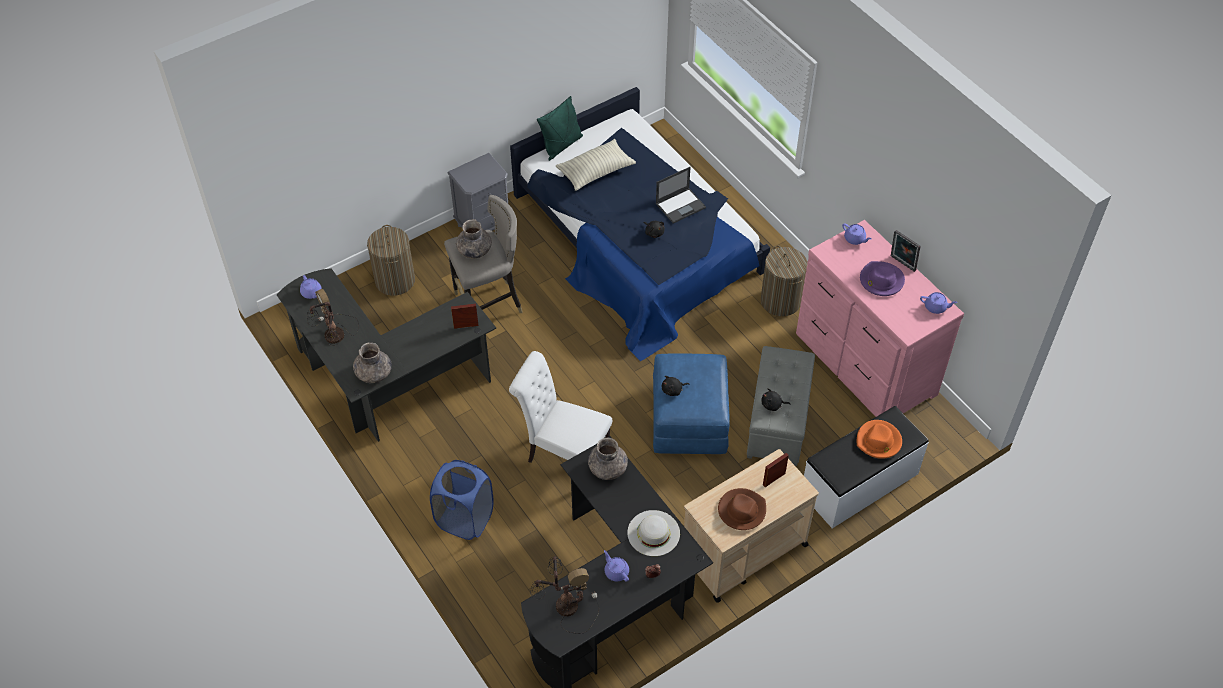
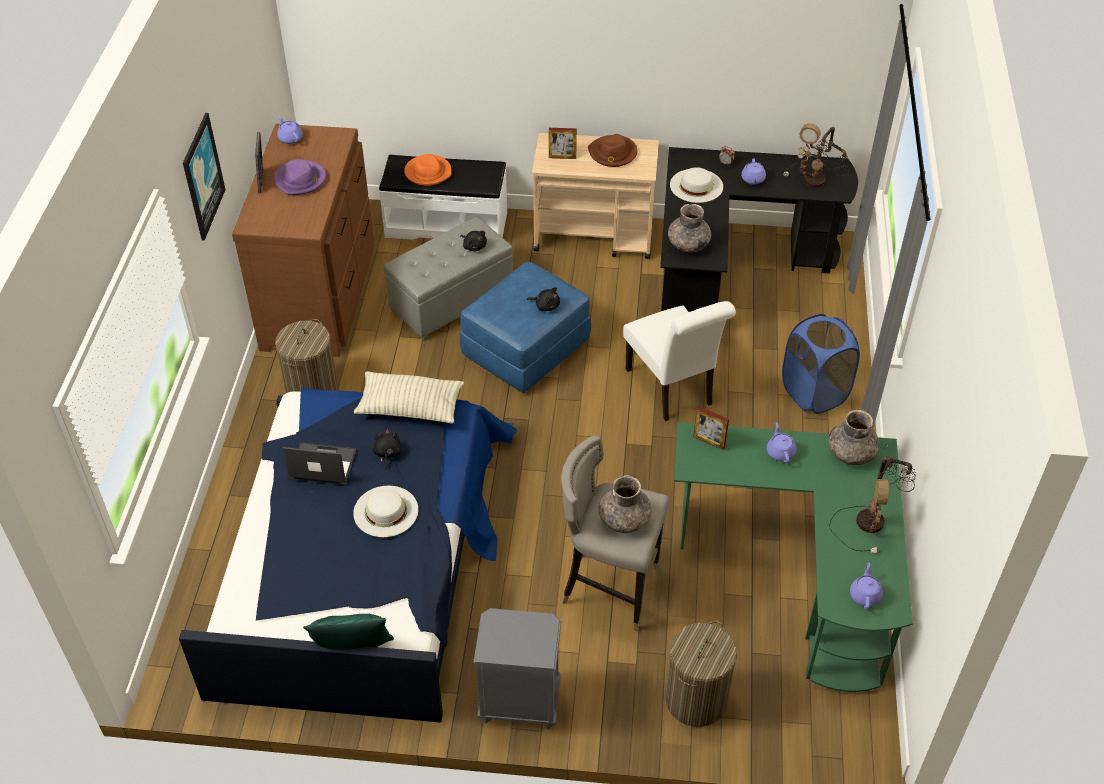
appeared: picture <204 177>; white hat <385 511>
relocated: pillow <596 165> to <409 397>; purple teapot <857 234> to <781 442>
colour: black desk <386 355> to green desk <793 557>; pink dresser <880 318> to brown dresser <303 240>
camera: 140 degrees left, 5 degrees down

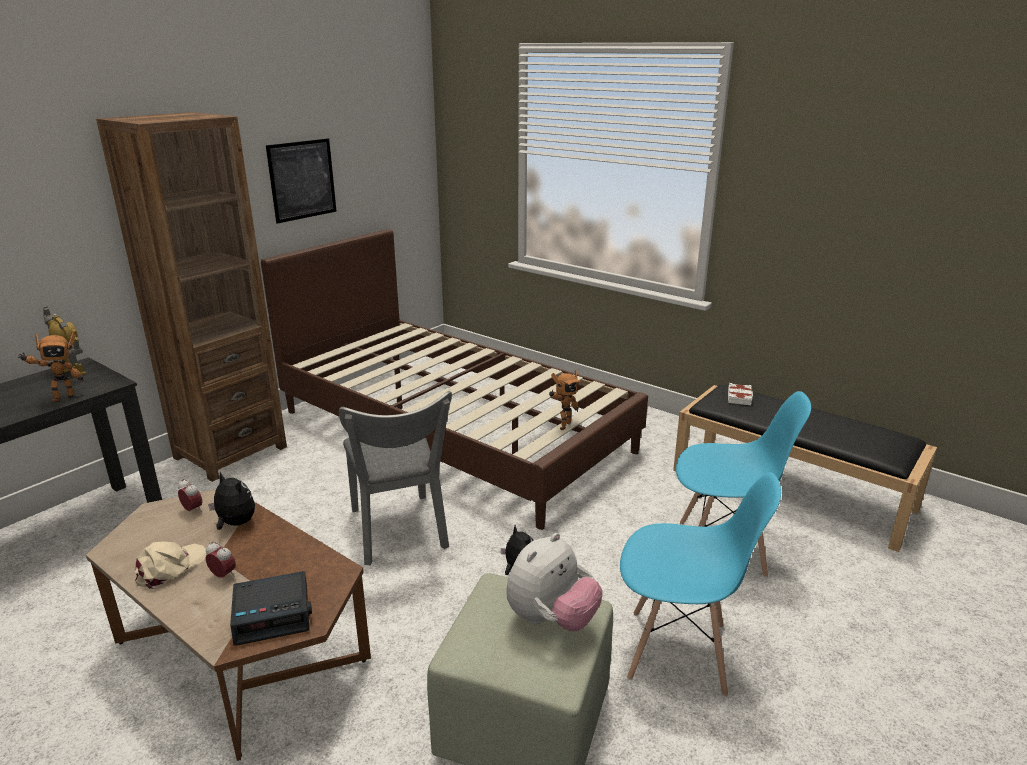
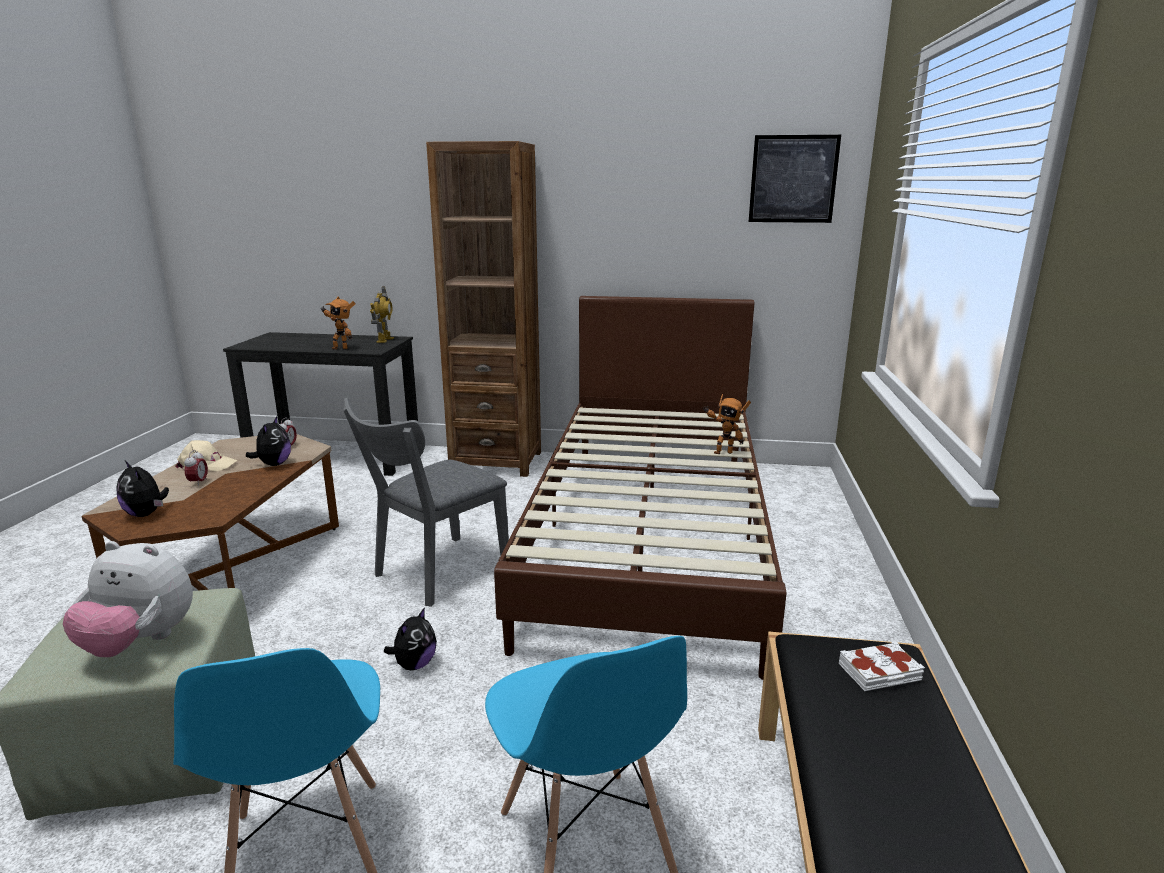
relocated: picture <301 181> to <795 179>; toy robot <565 400> to <727 424>
exchanged: alarm clock <271 608> to plush toy <142 489>
camera: 60 degrees right, 5 degrees down

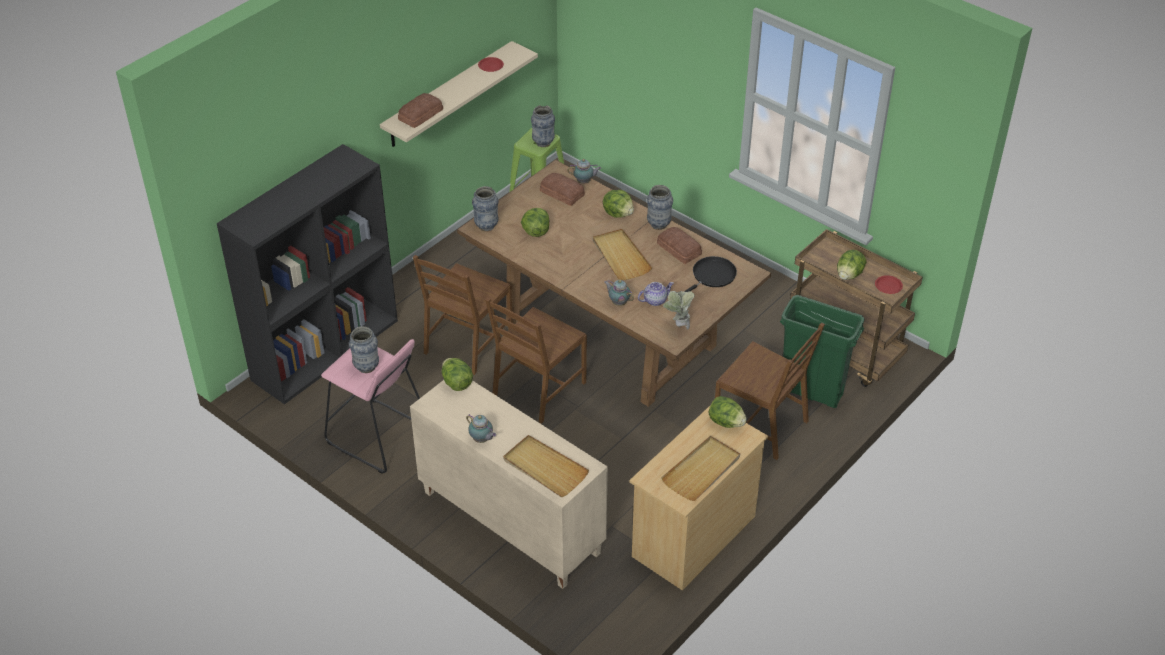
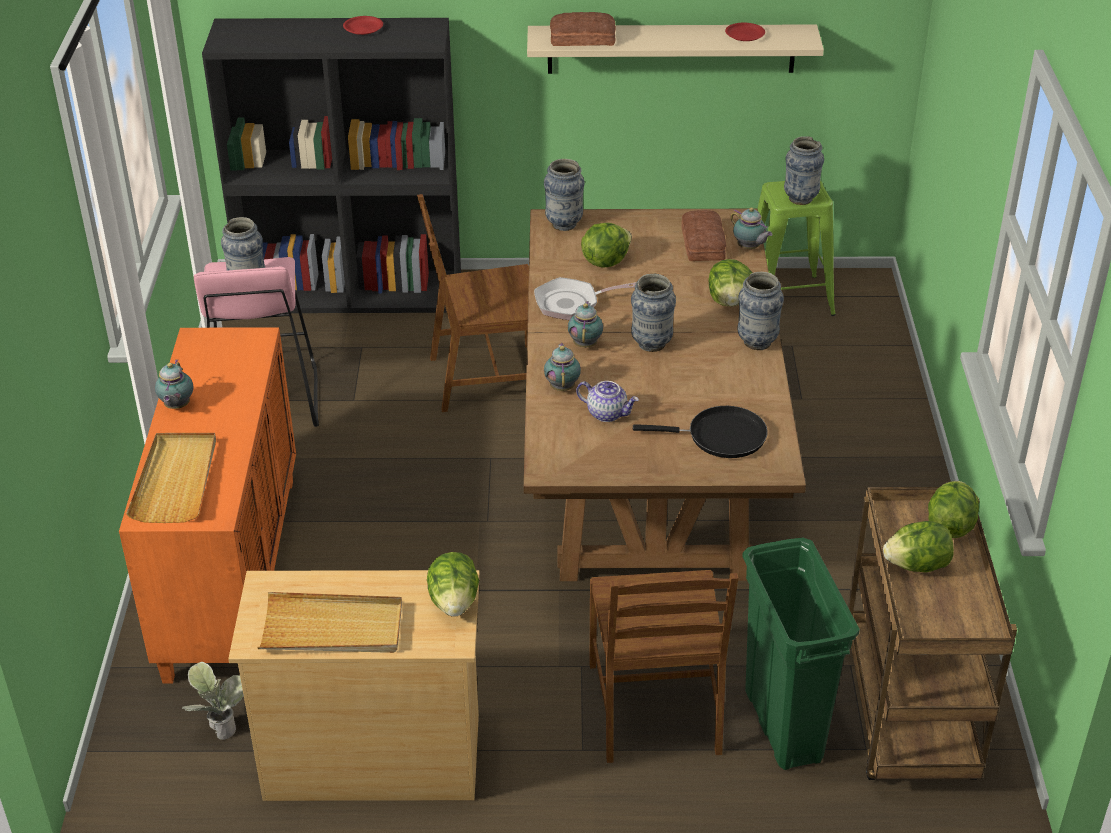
missing: brown chair <536 361>; bread <679 245>
appeared: frying pan <585 298>; teapot <585 324>
relocated: lettuce <457 374> to <953 509>; potted plant <679 310> to <213 701>; red plate <889 284> to <363 25>
exchanged: beige tray <622 254> to vase <653 313>
colour: beige cabinet <509 484> to orange cabinet <207 505>
camera: 50 degrees right, 5 degrees down

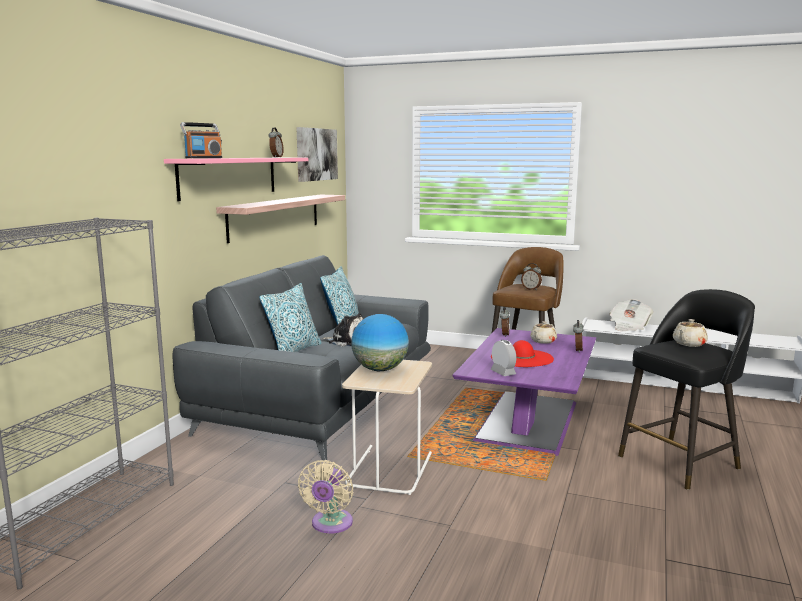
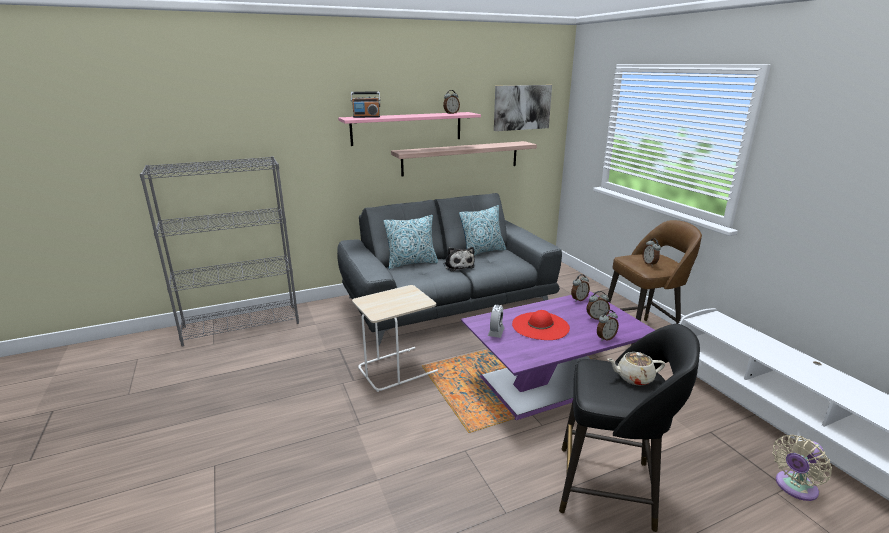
missing: globe <380 342>; newspaper <631 315>
relocated: beige fan <325 497> to <802 468>
exchanged: beige teapot <543 332> to alarm clock <598 305>
camera: 45 degrees right, 10 degrees up

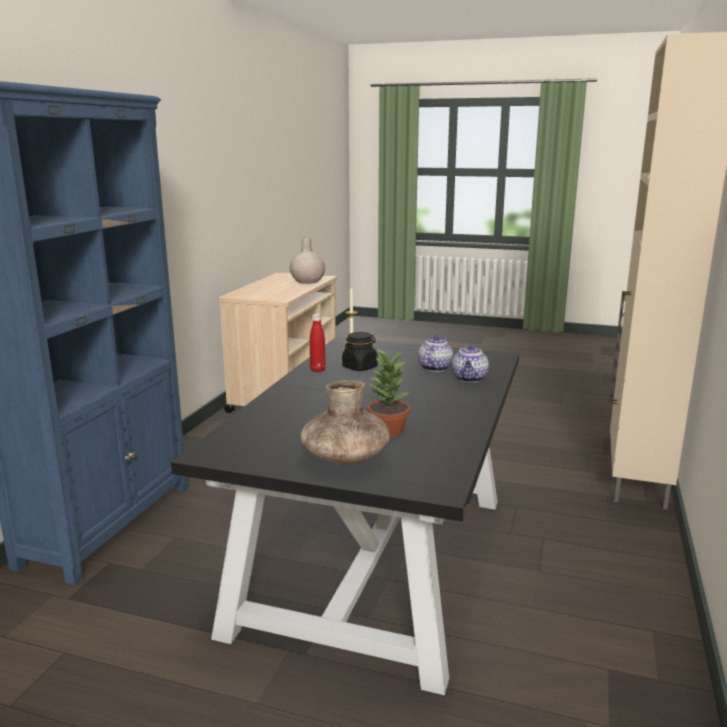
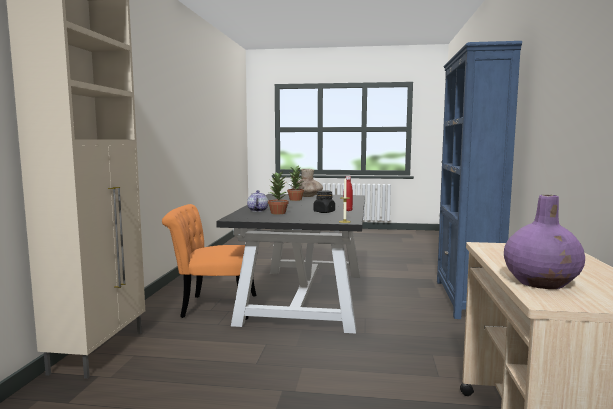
appeared: orange chair <209 262>
exchanged: teapot <435 353> to potted plant <278 192>
colour: beige vase <307 260> to purple vase <544 242>
camera: 170 degrees right, 10 degrees down

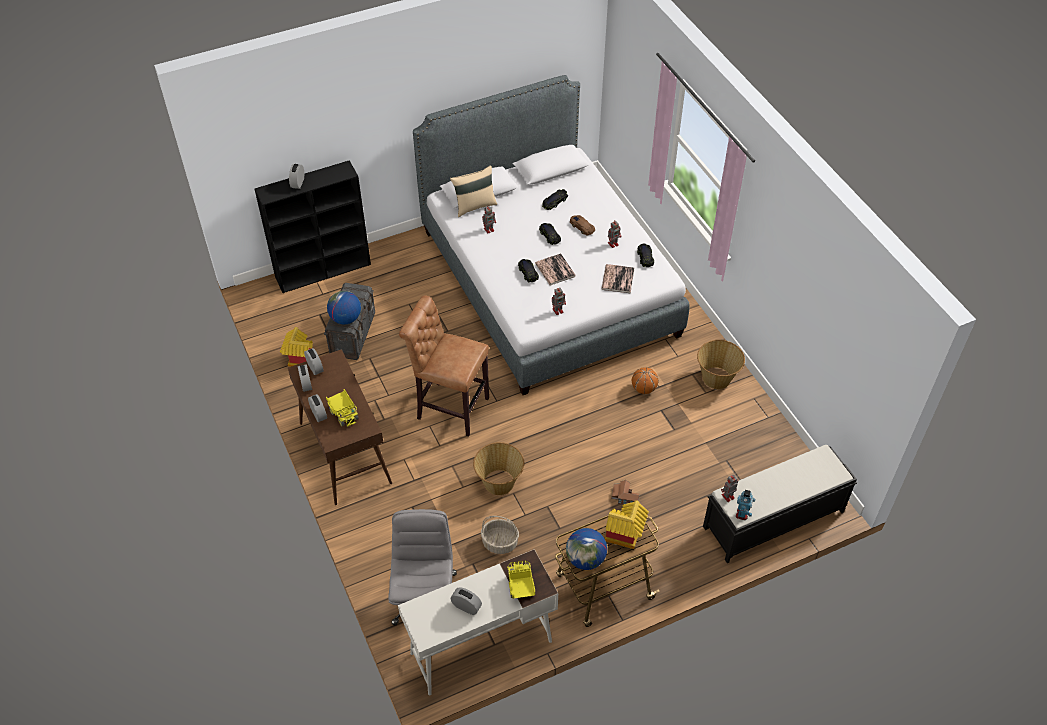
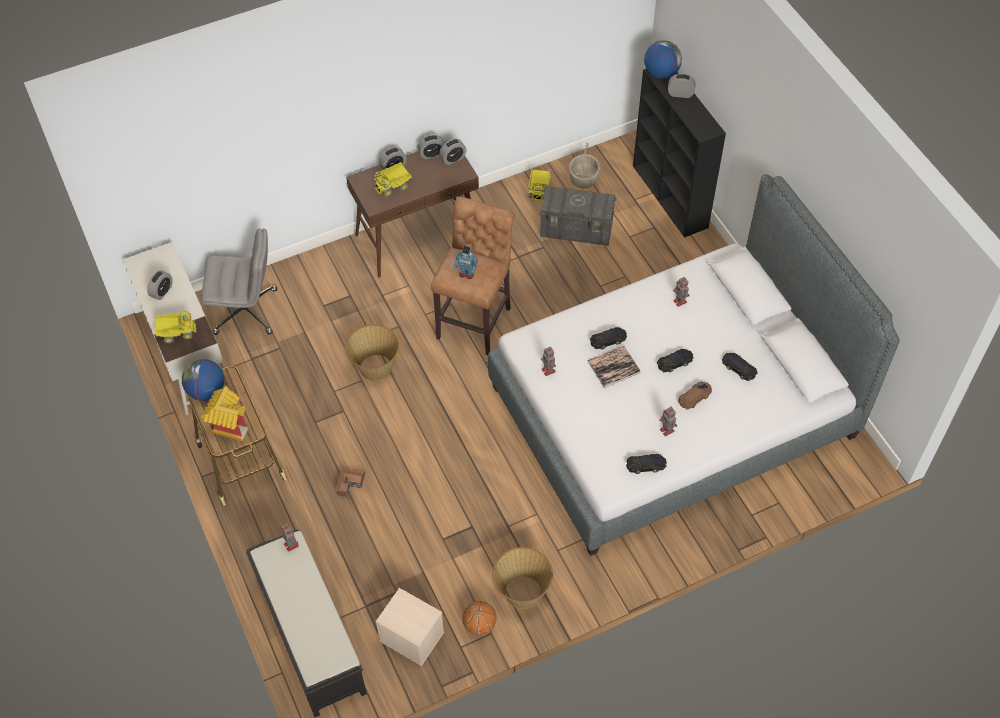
missing: beige pillow <473 191>; book <617 278>
appeared: beige storage box <410 627>
relocated: globe <344 308> to <663 59>; basket <500 535> to <584 165>; basketball <645 380> to <479 618>; toy robot <745 505> to <466 262>
exchanged: toy house <296 347> to toy truck <539 184>
camera: 90 degrees right, 5 degrees up

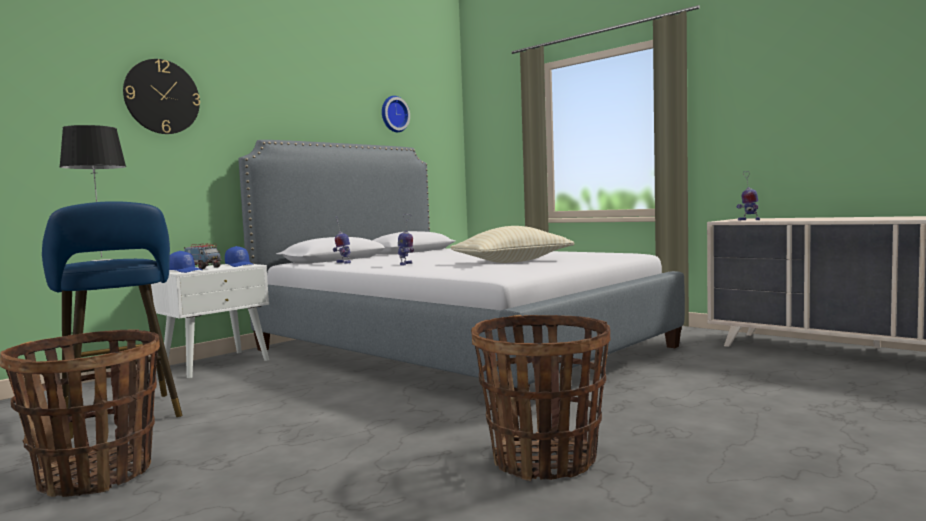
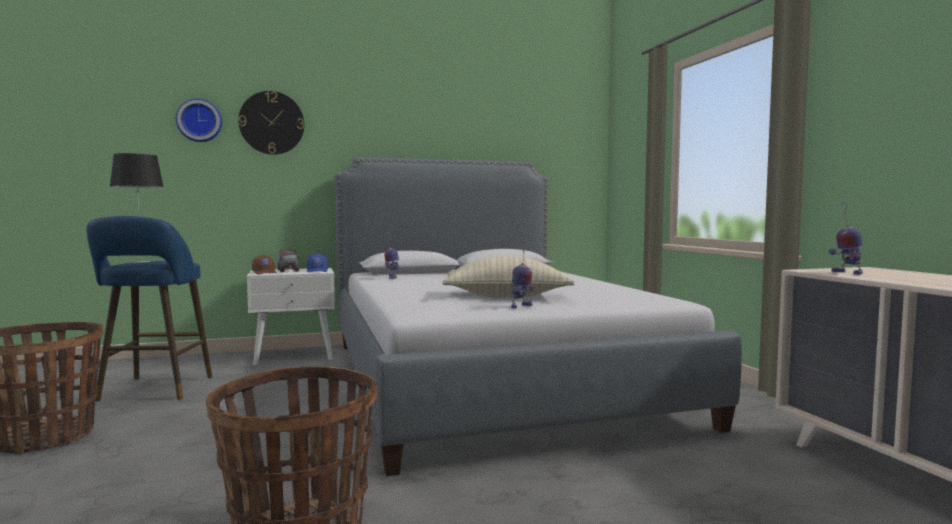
relocated: wall clock <396 114> to <199 120>; toy robot <406 239> to <523 275>
colour: blue cap <186 262> to brown cap <264 264>
camera: 30 degrees right, 0 degrees up

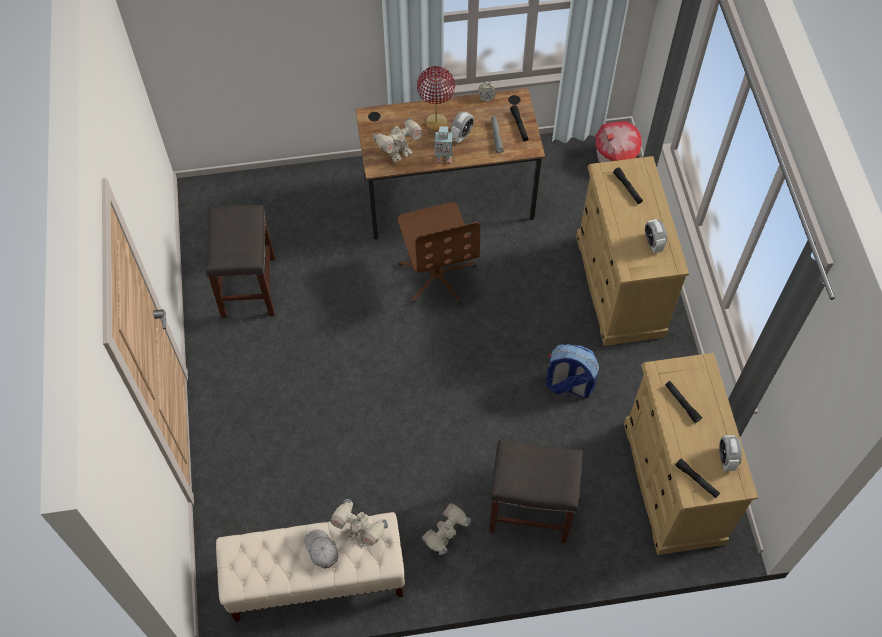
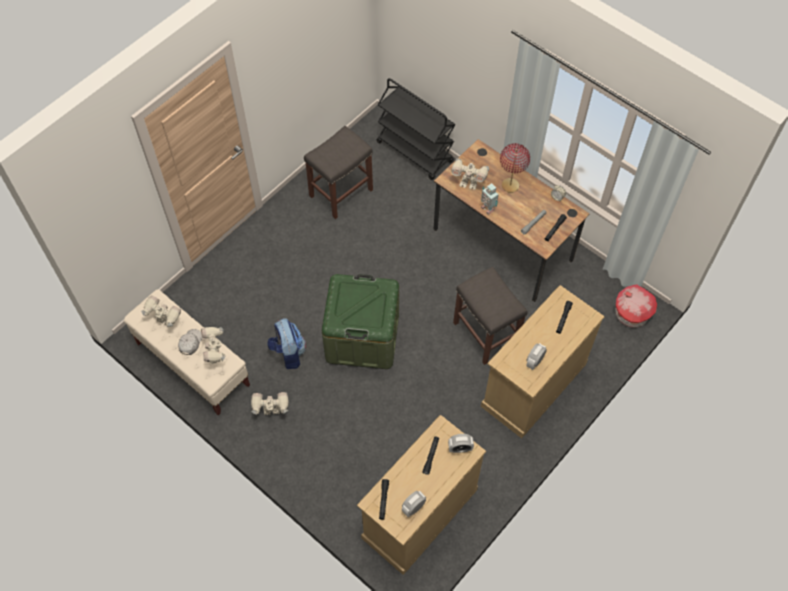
missing: brown office chair <438 253>
appeared: toy robot <161 311>; green storage box <360 321>; black cart <416 129>
relocated: alarm clock <462 127> to <461 443>; grey stool <536 491> to <490 316>; backpack <572 371> to <286 343>
camera: 50 degrees right, 0 degrees up

